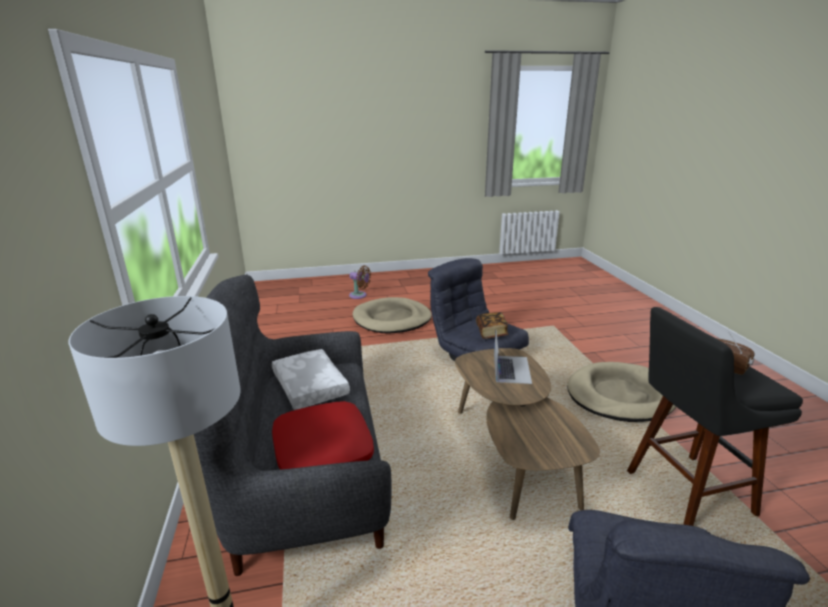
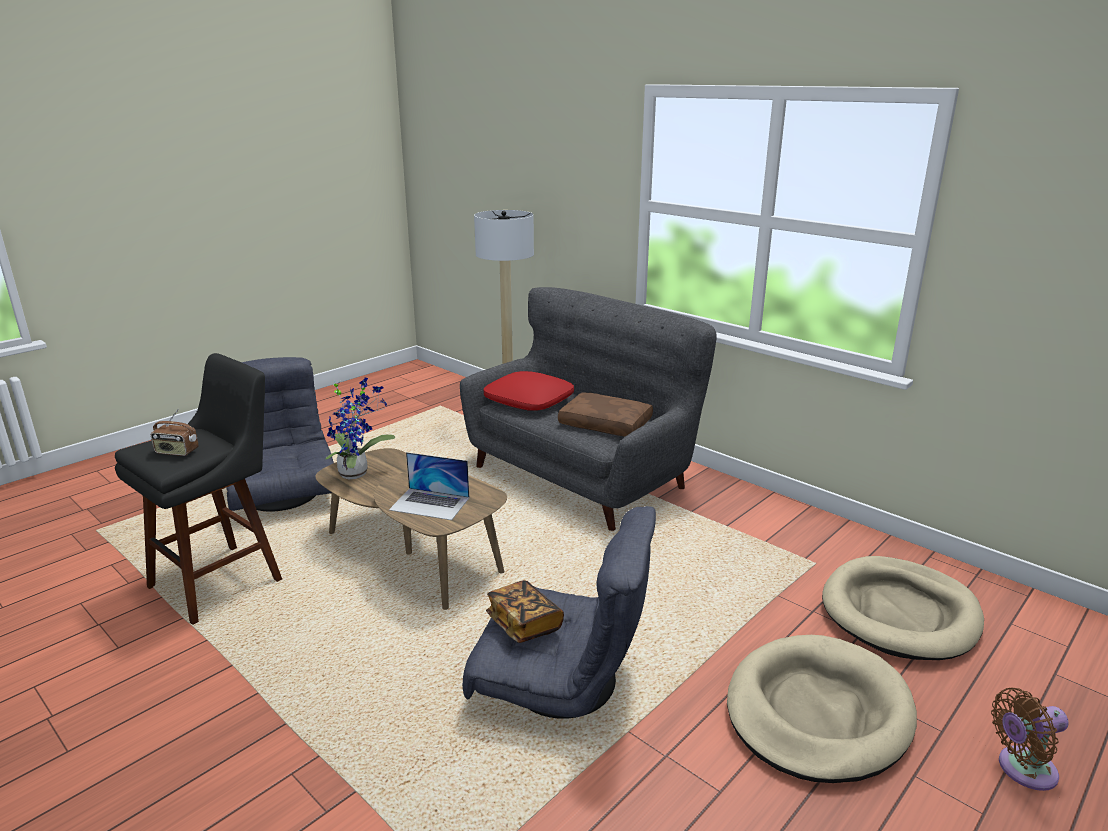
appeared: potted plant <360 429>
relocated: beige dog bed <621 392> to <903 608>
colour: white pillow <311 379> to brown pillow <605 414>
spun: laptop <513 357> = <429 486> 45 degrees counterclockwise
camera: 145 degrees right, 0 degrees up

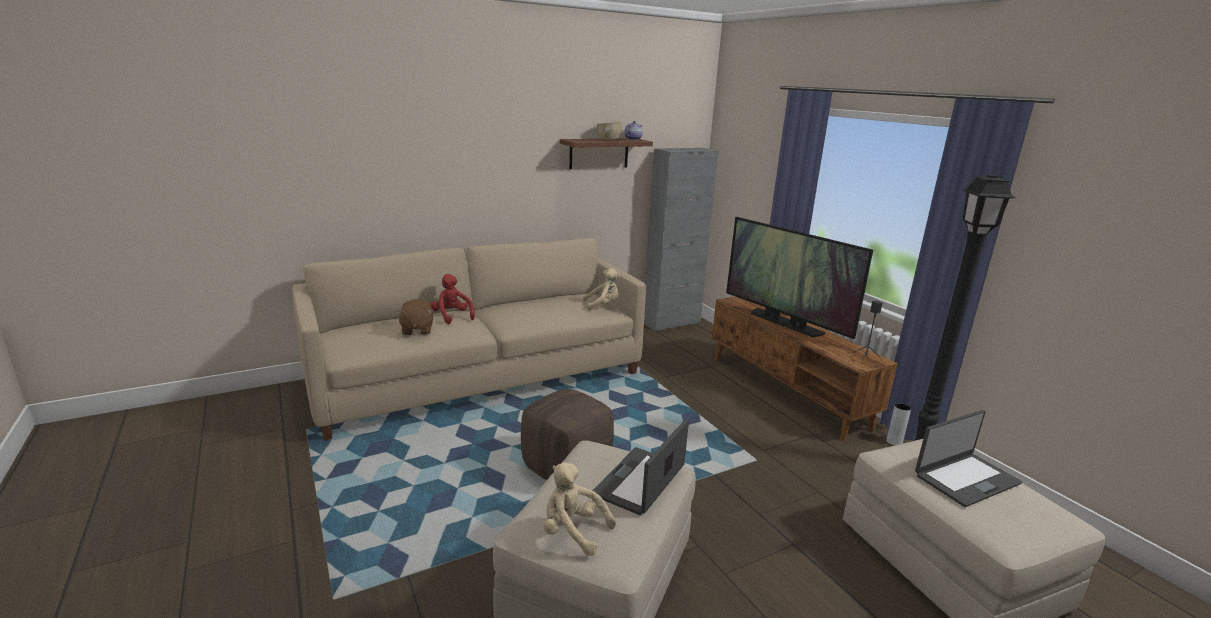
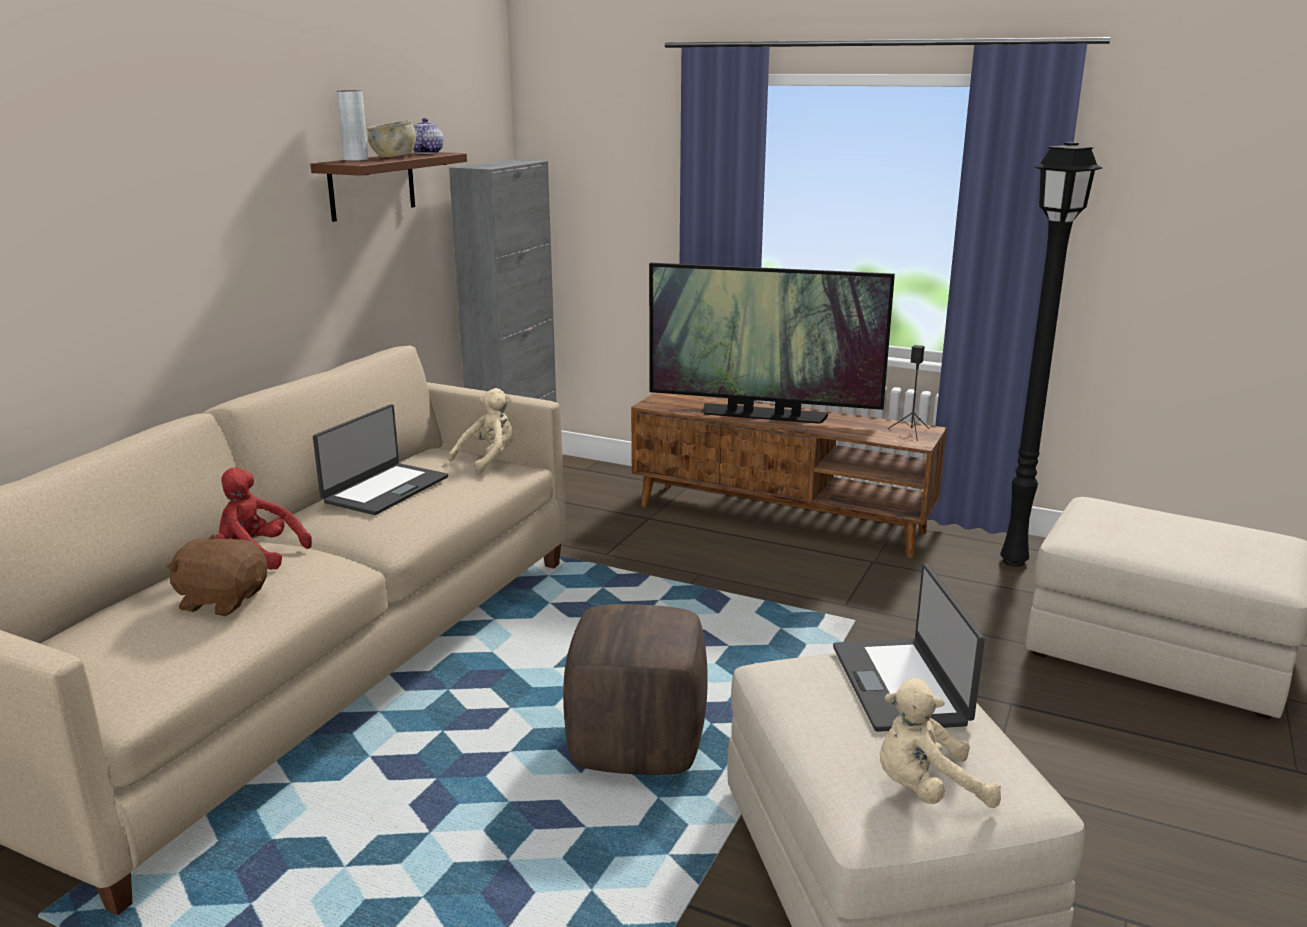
relocated: grey vase <898 424> to <352 126>; laptop <968 458> to <380 459>
spun: brown plush toy <414 317> = <217 575> 150 degrees clockwise
camera: 35 degrees left, 0 degrees up

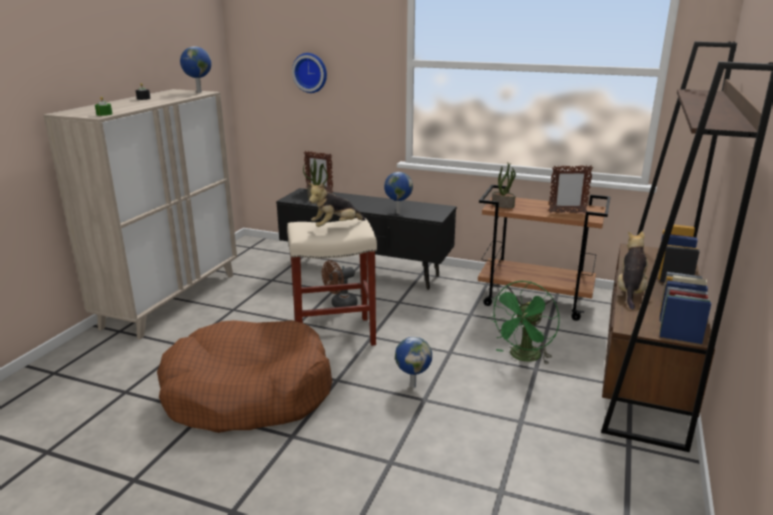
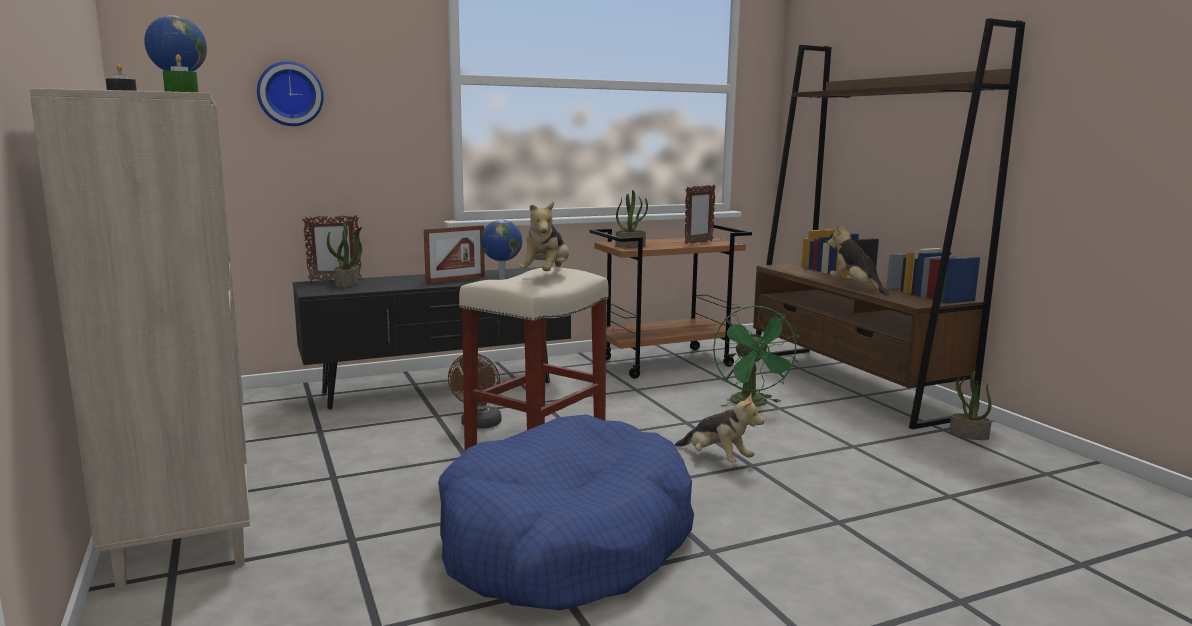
appeared: picture frame <454 254>; potted plant <970 405>
exchanged: globe <413 362> to plush toy <719 427>
colour: brown dog bed <244 376> to blue dog bed <566 512>
camera: 45 degrees left, 10 degrees down

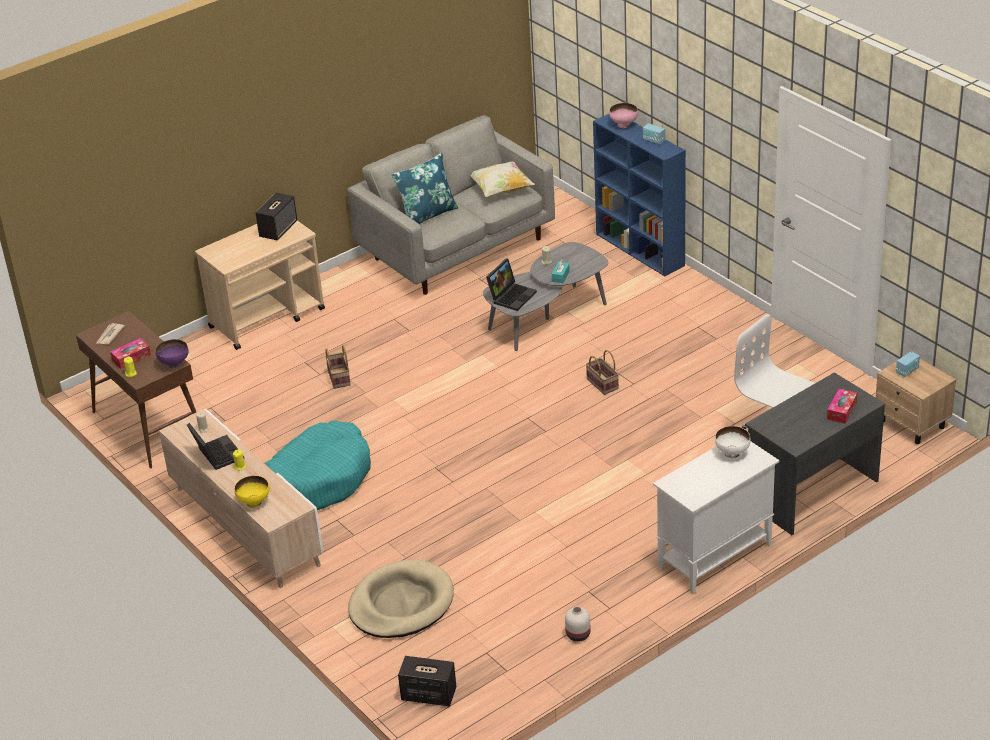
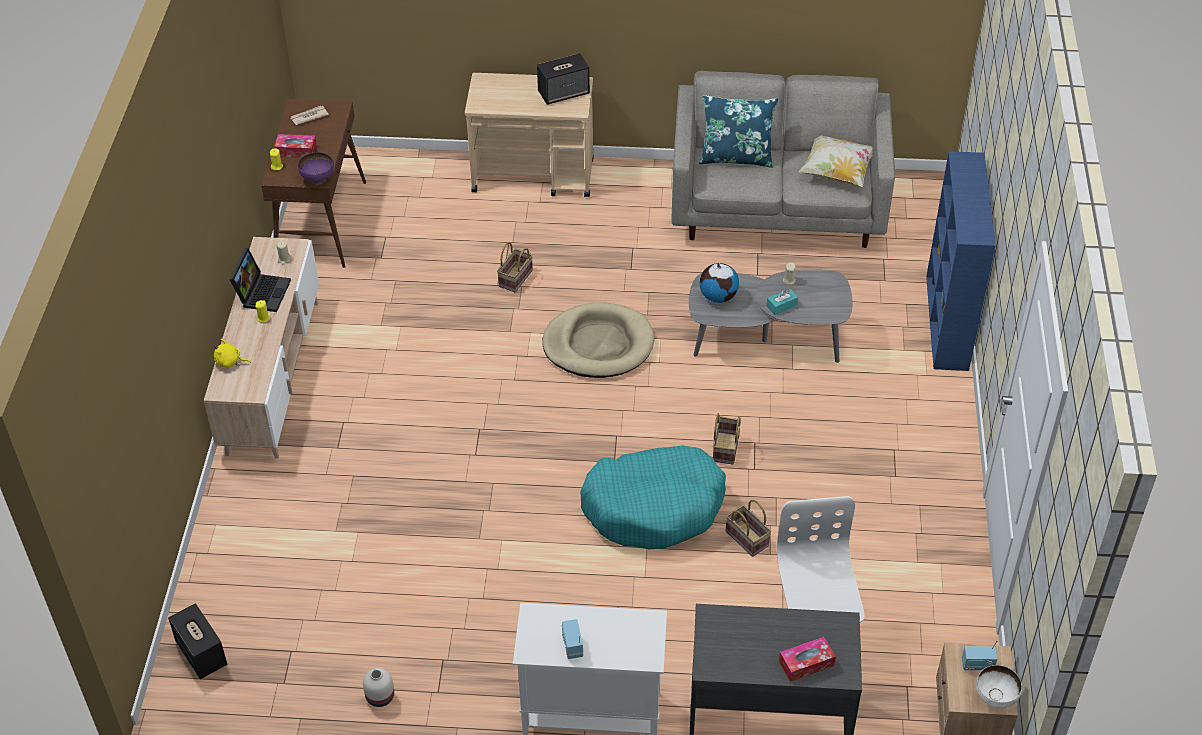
missing: pink bowl <623 115>
appeared: basket <748 528>
relocated: turquoise dog bed <317 465> to <653 497>; beige dog bed <401 598> to <598 340>; radio <654 132> to <572 639>; white bowl <733 442> to <999 686>
exchanged: yellow bowl <252 492> to yellow plush toy <232 353>; laptop <511 285> to globe <719 283>
camera: 40 degrees right, 10 degrees up

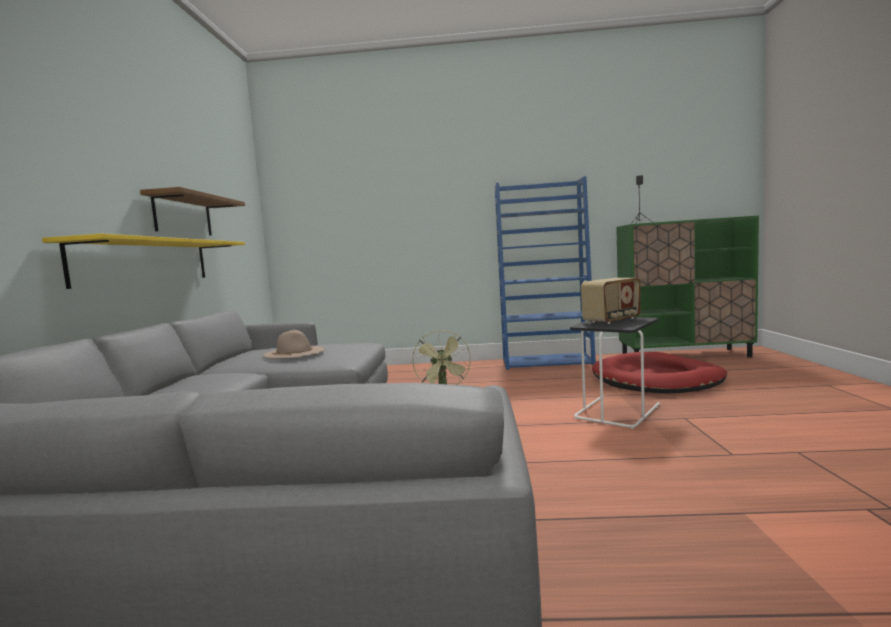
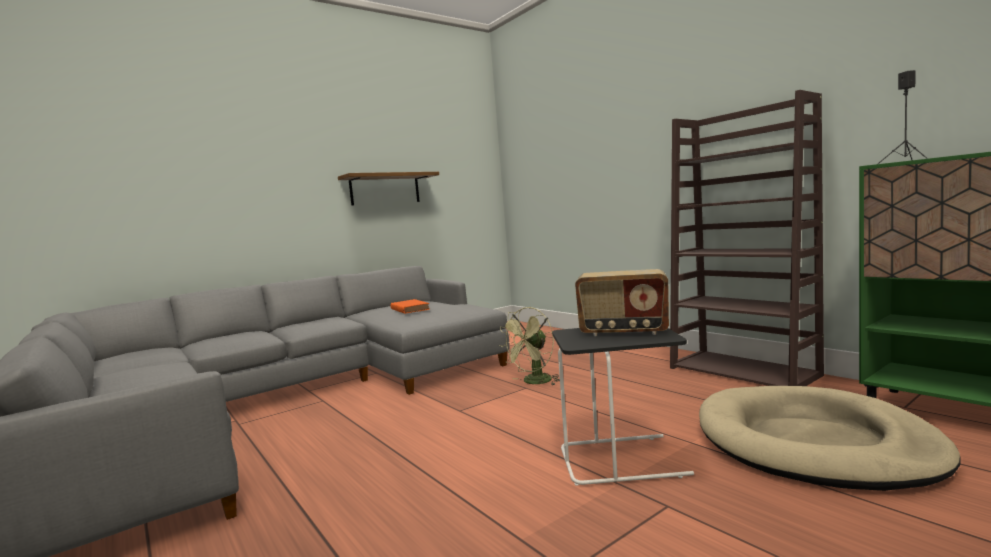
missing: yellow shelf <143 261>
exchanged: beige hat <294 344> to orange book <410 306>
colour: blue bookcase <545 273> to brown bookcase <747 238>; red dog bed <659 373> to beige dog bed <830 438>
camera: 50 degrees right, 0 degrees up

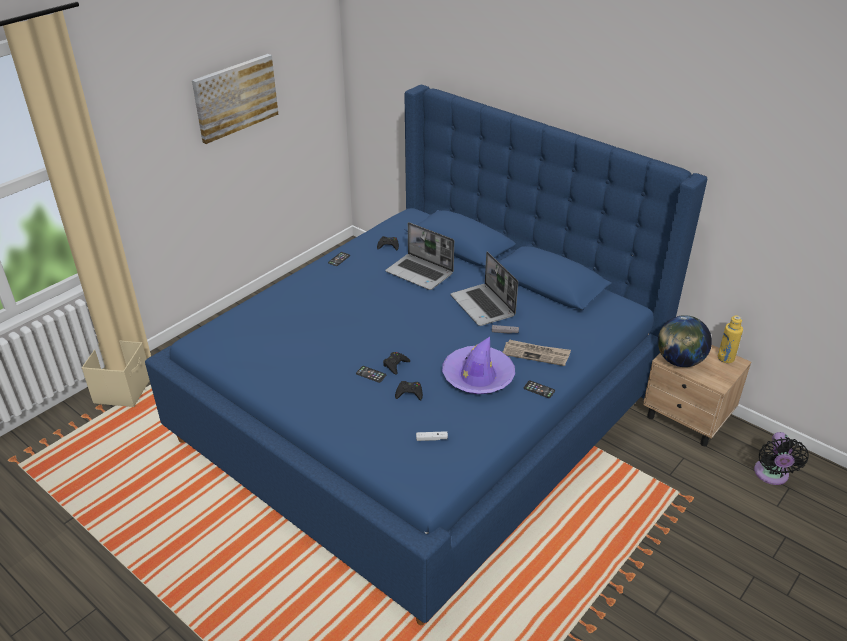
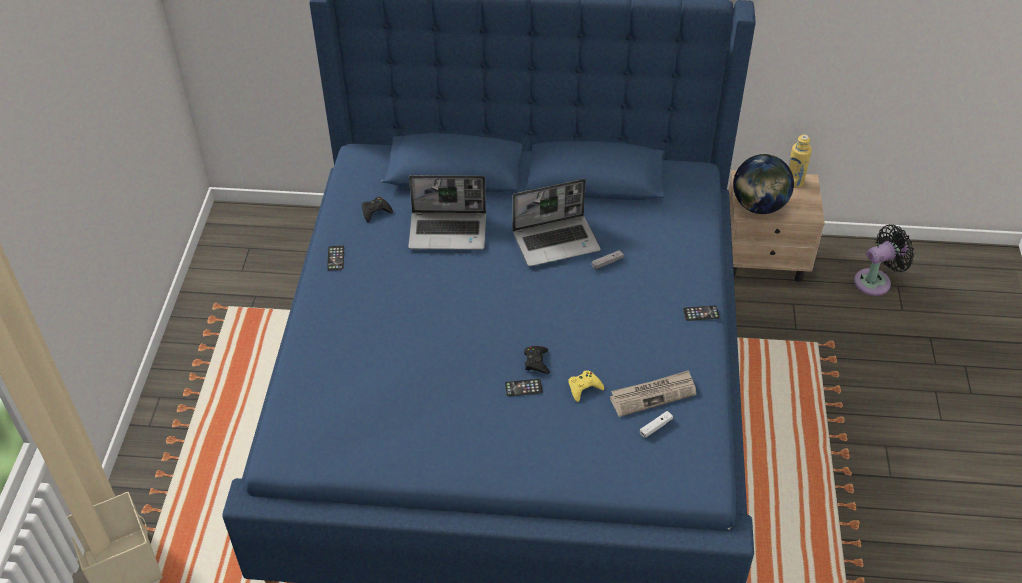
missing: picture <235 99>; purple hat <478 365>
relocated: newspaper <537 353> to <653 393>
colour: black game controller <409 391> to yellow game controller <586 386>
spun: laptop <484 288> = <556 223> 45 degrees counterclockwise; black fan <781 458> = <884 260> 90 degrees counterclockwise
camera: 35 degrees left, 10 degrees up

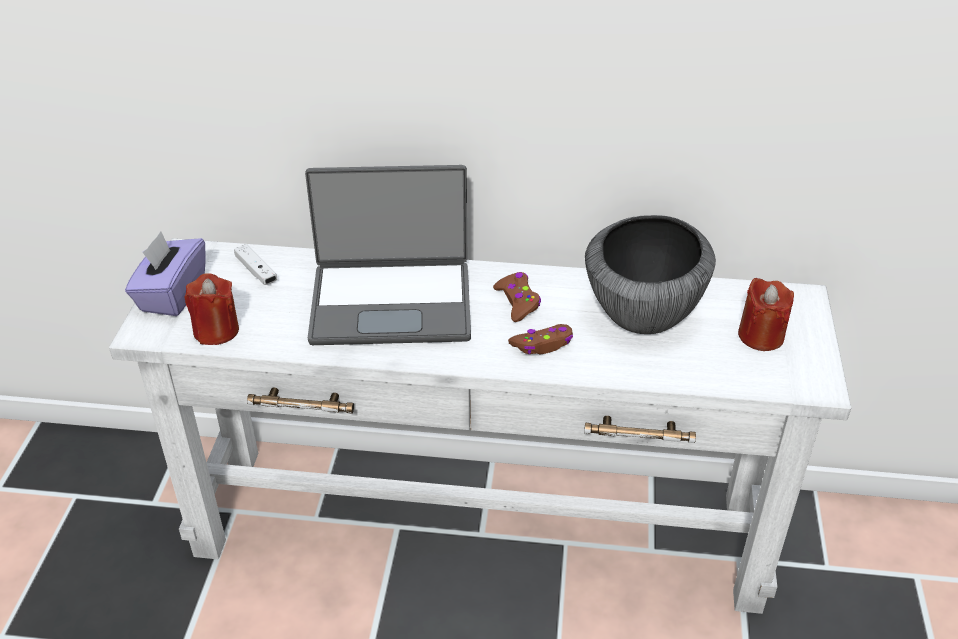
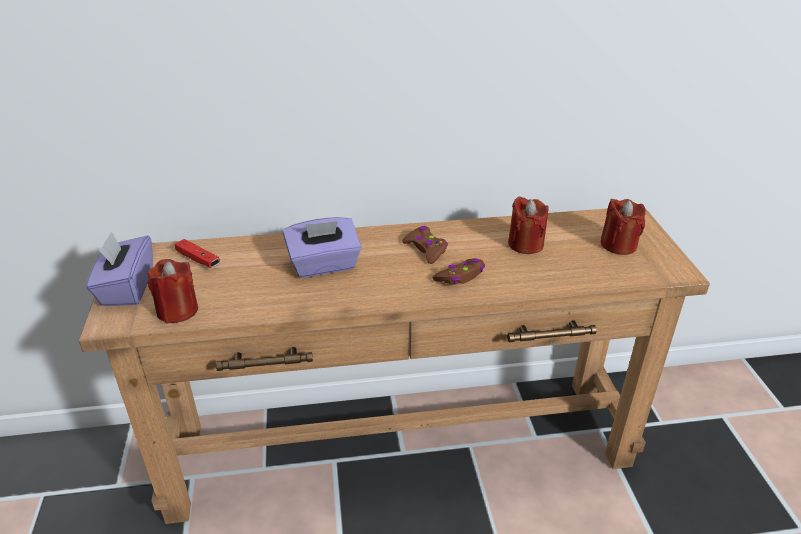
exchanged: laptop <388 255> to purple tissue box <322 247>; bowl <650 274> to red candle <528 225>
colour: white console table <480 426> to brown console table <394 366>; white game controller <255 264> to red game controller <197 253>
camera: 15 degrees left, 5 degrees down

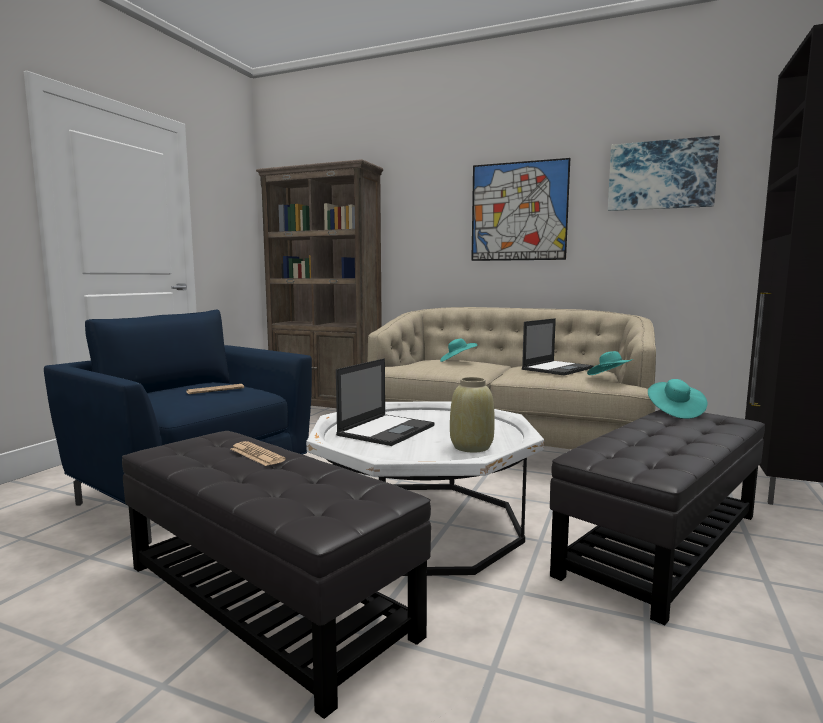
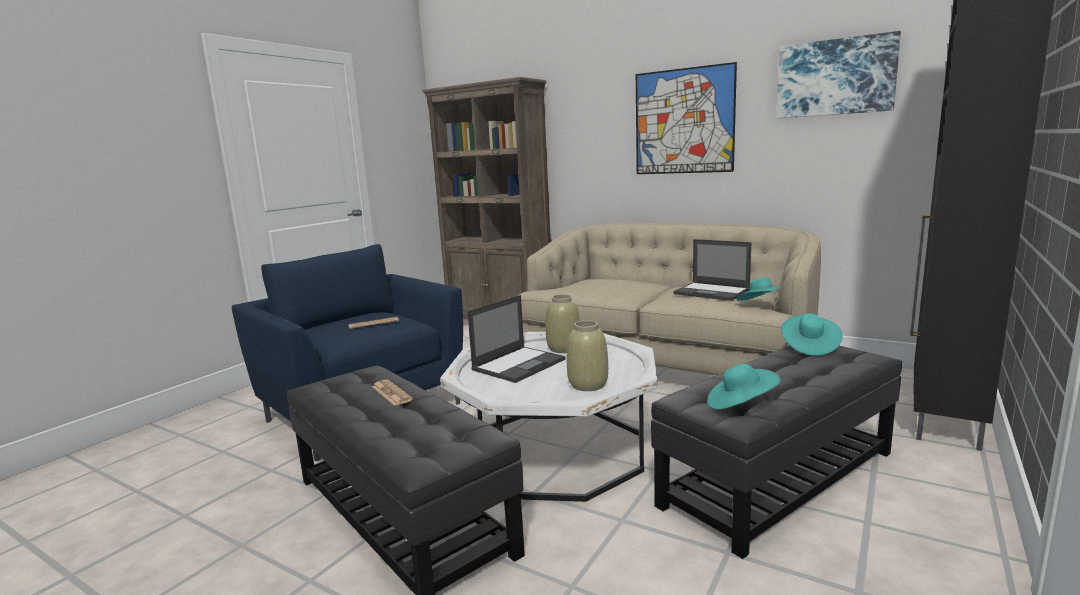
appeared: beige vase <563 323>
relocated: turquoise hat <459 350> to <744 387>
spun: laptop <558 347> = <712 270> 75 degrees clockwise
camera: 10 degrees right, 5 degrees up

